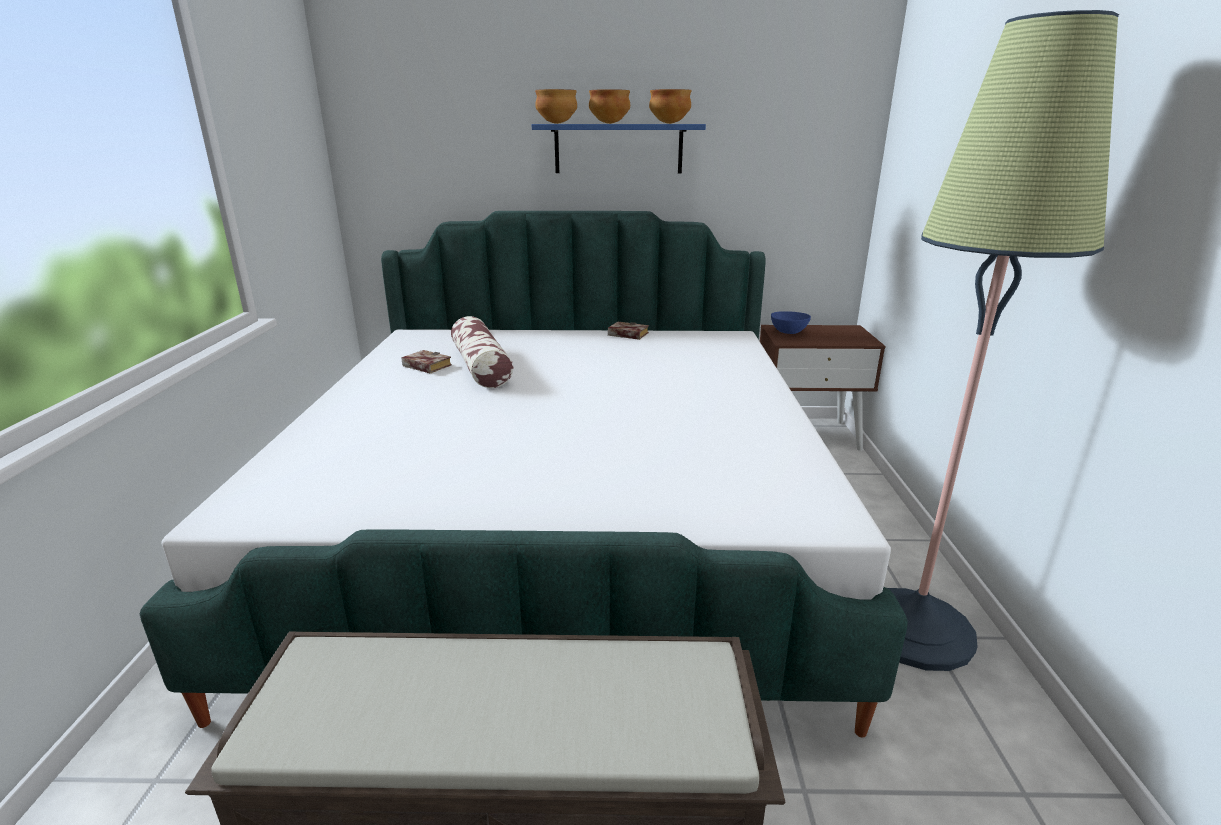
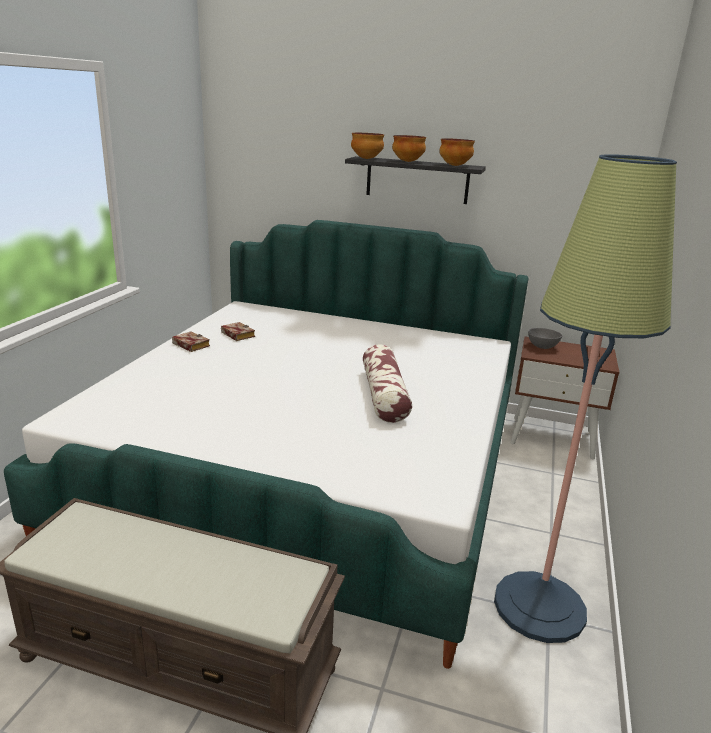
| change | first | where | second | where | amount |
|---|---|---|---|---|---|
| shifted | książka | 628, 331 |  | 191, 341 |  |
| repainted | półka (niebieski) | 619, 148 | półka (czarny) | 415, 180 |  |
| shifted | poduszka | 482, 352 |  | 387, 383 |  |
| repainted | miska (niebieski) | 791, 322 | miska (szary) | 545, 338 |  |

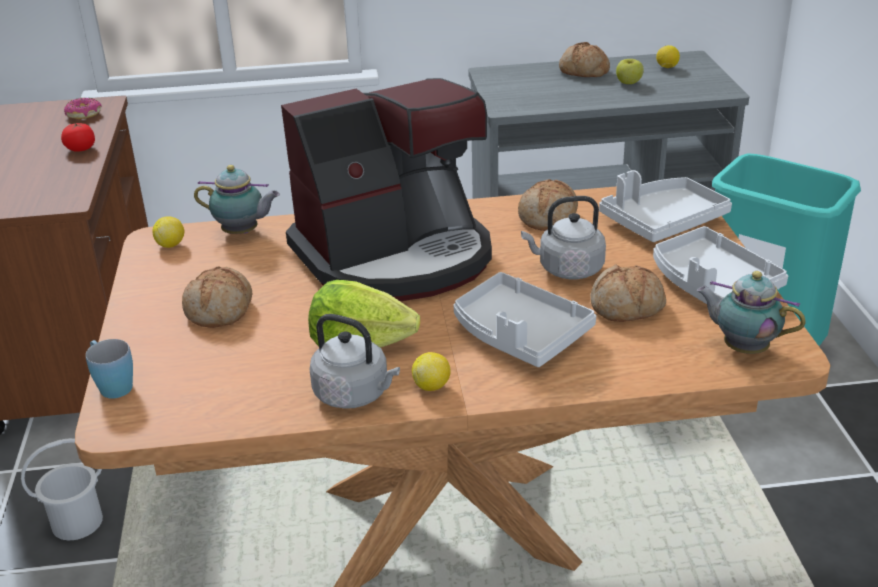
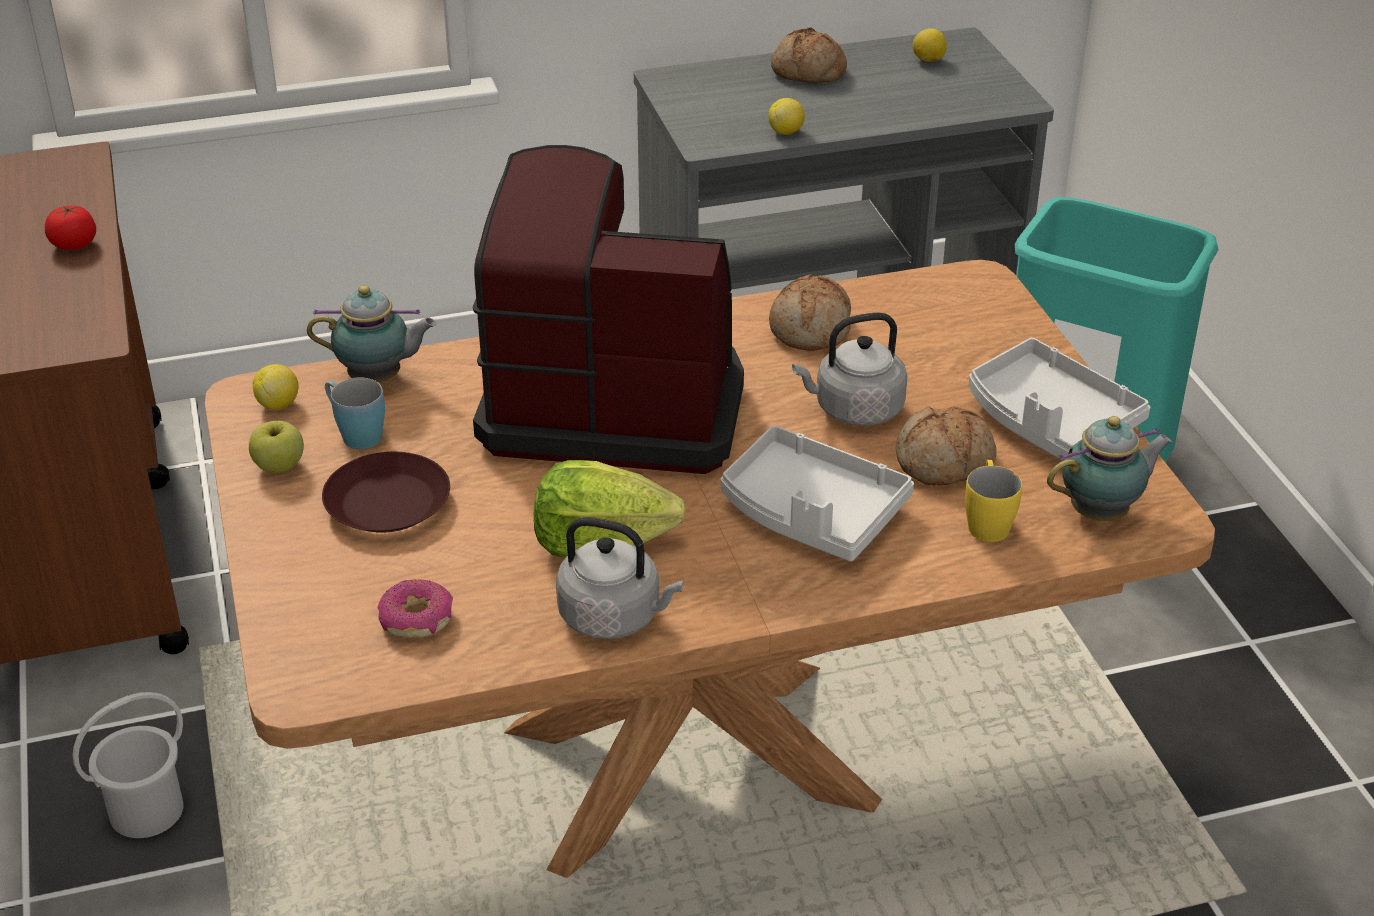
| change | first | where | second | where | amount |
|---|---|---|---|---|---|
| shifted | jabłko | 630, 71 |  | 276, 447 |  |
| swapped | chleb | 217, 297 | talerz (brązowy) | 386, 492 |  |
| shifted | kubek (niebieski) | 109, 369 |  | 355, 413 |  |
| shifted | donut | 83, 108 |  | 415, 609 |  |
| rotated | ekspres do kawy | 386, 189 |  | 608, 309 | 135 degrees counterclockwise |
| shifted | cytryna | 431, 371 |  | 786, 116 |  |
| new |  |  | kubek (żółty) | 993, 501 |  |
| rotated | imbryk | 751, 312 |  | 1109, 468 | 135 degrees clockwise |
| gone | taca (szary) | 665, 206 |  |  |  |

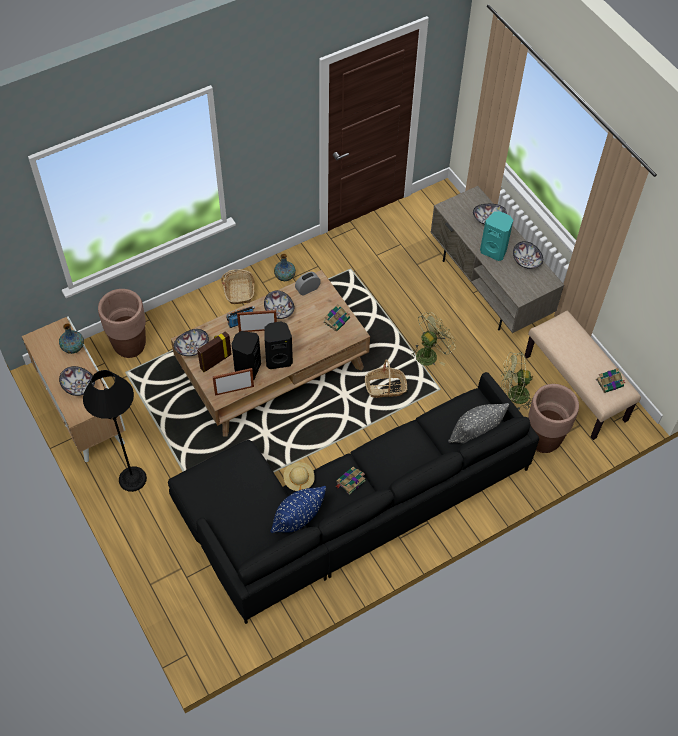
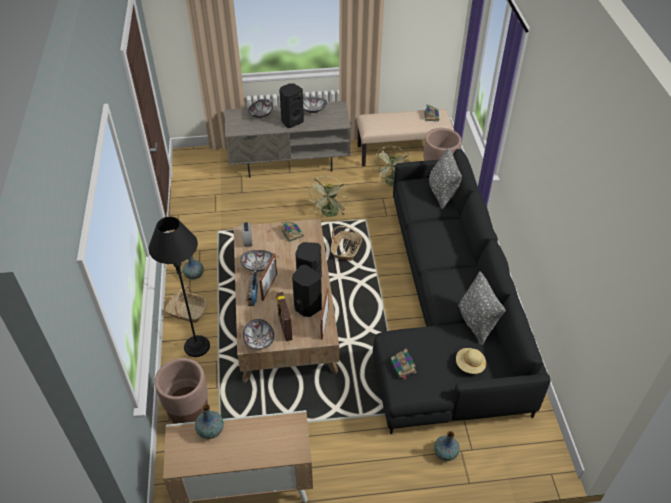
| change | first | where | second | where | amount |
|---|---|---|---|---|---|
| shifted | lampa stojąca (czarny) | 115, 431 |  | 179, 287 |  |
| repainted | głośnik (turkusowy) | 496, 236 | głośnik (czarny) | 291, 106 |  |
| rotated | wentylator (zielony) | 433, 339 |  | 328, 196 | 150 degrees counterclockwise |
| shifted | książka | 351, 481 |  | 403, 363 |  |
| new |  |  | wazon | 447, 446 |  |
| shifted | kapelusz (beżowy) | 299, 476 |  | 471, 361 |  |
| repainted | poduszka (niebieski) | 298, 509 | poduszka (szary) | 482, 308 |  |
| gone | miska | 77, 381 |  |  |  |

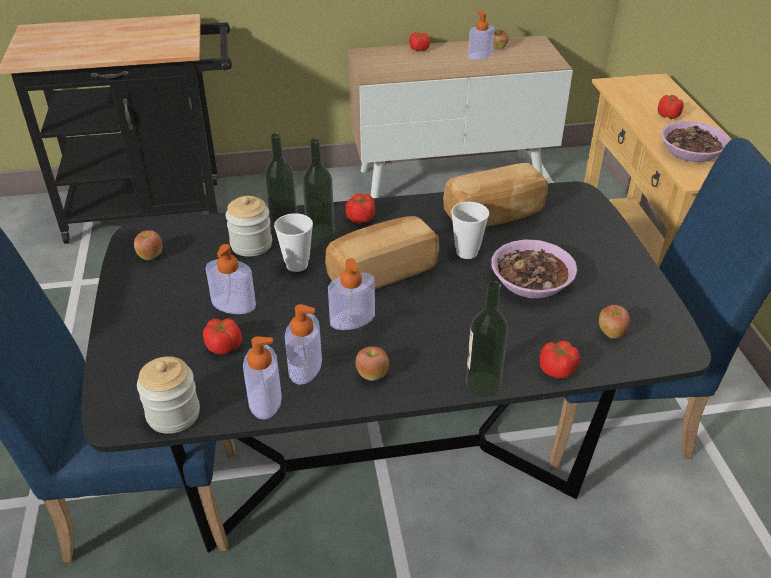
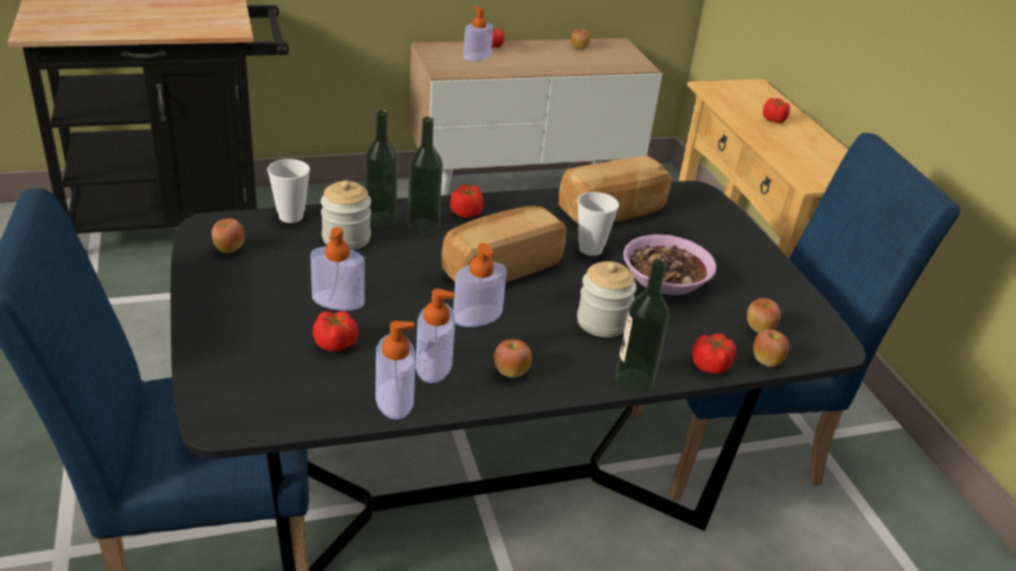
| change | first | where | second | where | amount |
|---|---|---|---|---|---|
| shifted | filiżanka | 293, 242 |  | 288, 191 |  |
| shifted | dozownik mydła | 481, 35 |  | 478, 33 |  |
| shifted | słoik | 168, 395 |  | 606, 299 |  |
| new |  |  | jabłko | 771, 348 |  |
| gone | miska | 695, 141 |  |  |  |

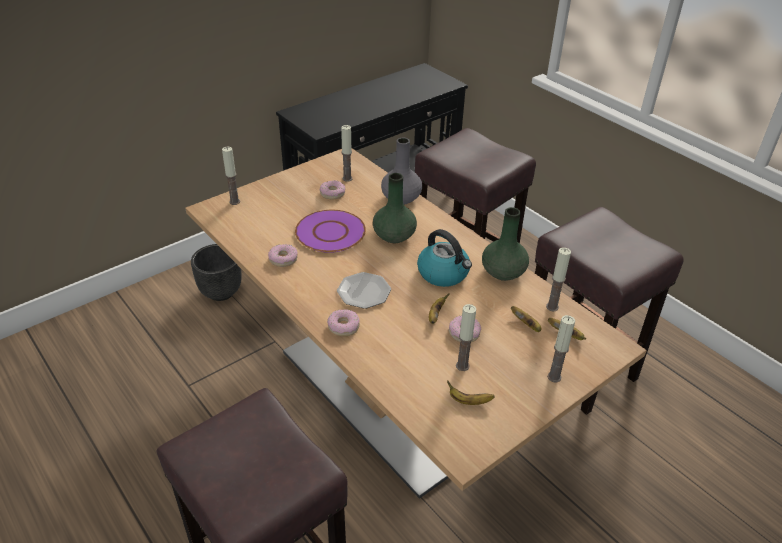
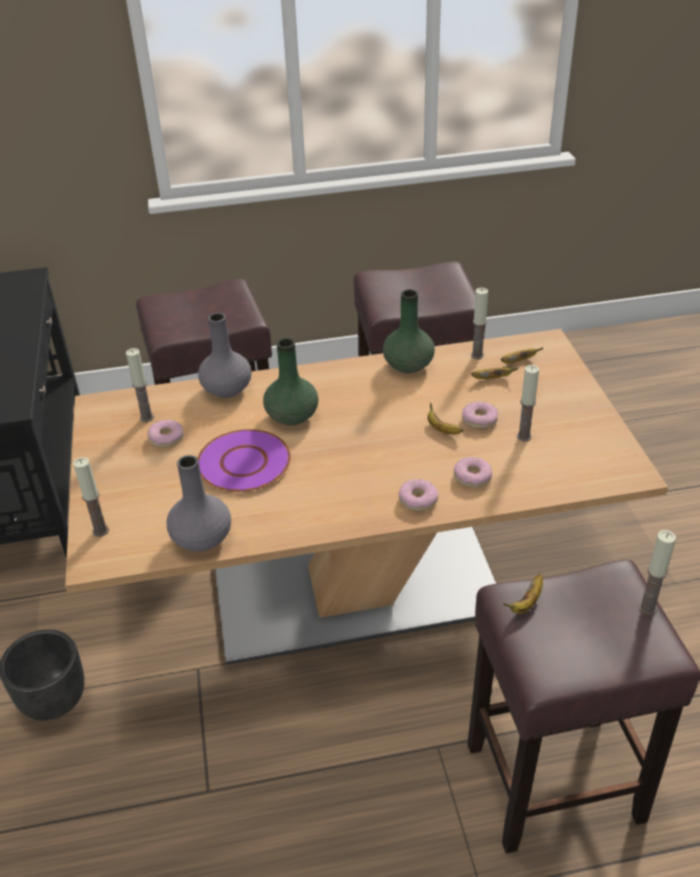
| change | first | where | second | where | amount |
|---|---|---|---|---|---|
| new |  |  | wazon (szary) | 198, 503 |  |
| shifted | donut | 283, 255 |  | 473, 472 |  |
| shifted | banan | 471, 392 |  | 523, 594 |  |
| shifted | świeca | 561, 349 |  | 657, 572 |  |
| gone | talerz | 364, 290 |  |  |  |
| gone | czajnik | 444, 258 |  |  |  |

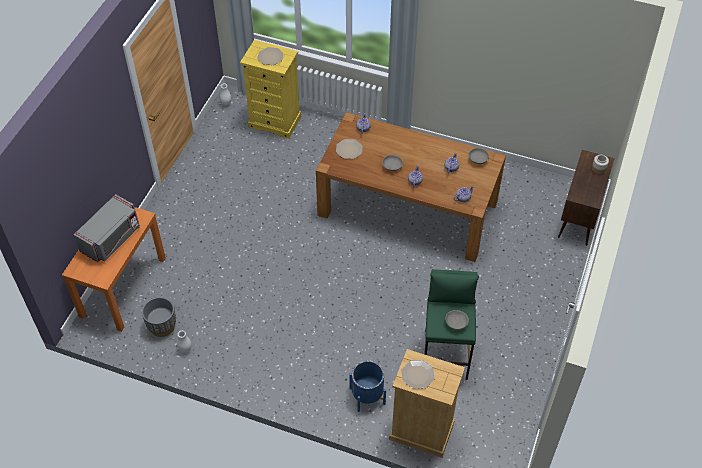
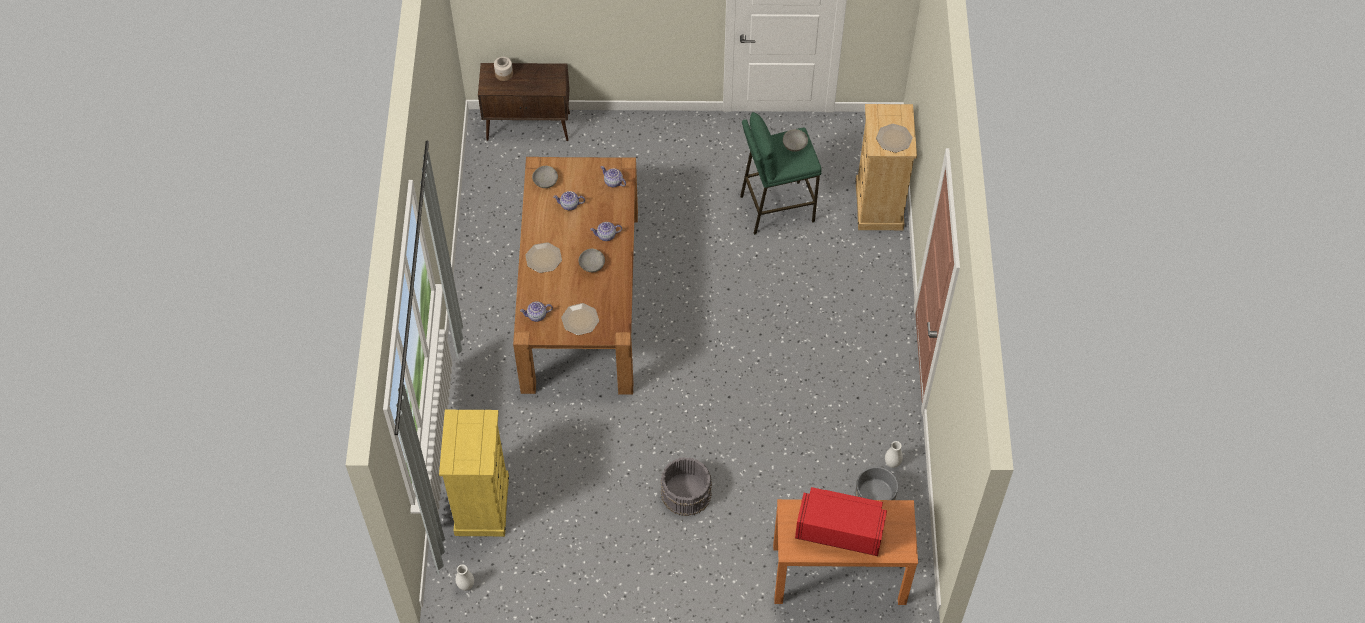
| change | first | where | second | where | amount |
|---|---|---|---|---|---|
| shifted | talerz | 270, 56 |  | 543, 257 |  |
| new |  |  | wiadro (szary) | 686, 486 |  |
| repainted | mikrofalówka (szary) | 107, 228 | mikrofalówka (czerwony) | 841, 521 |  |
| gone | donica (niebieski) | 368, 386 |  |  |  |

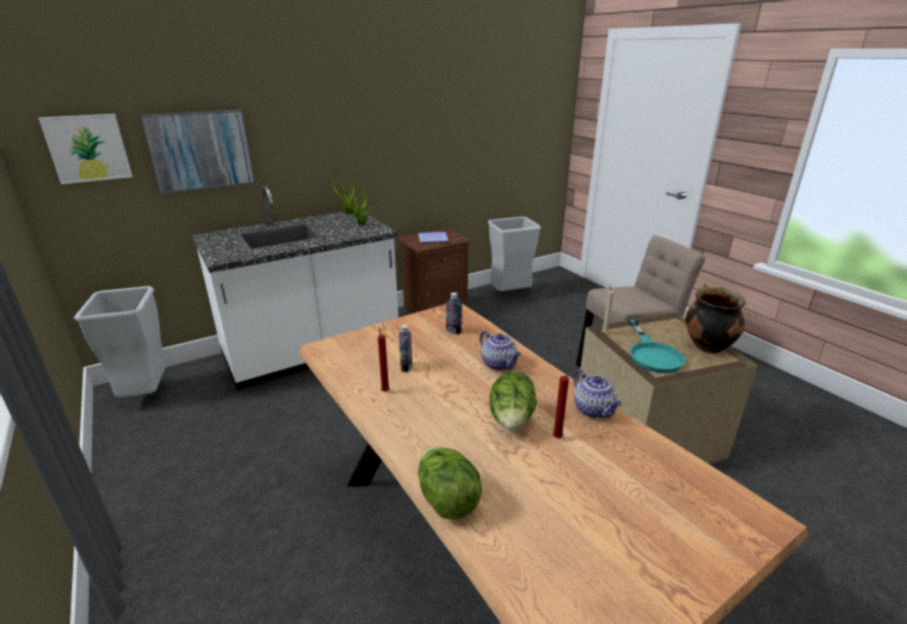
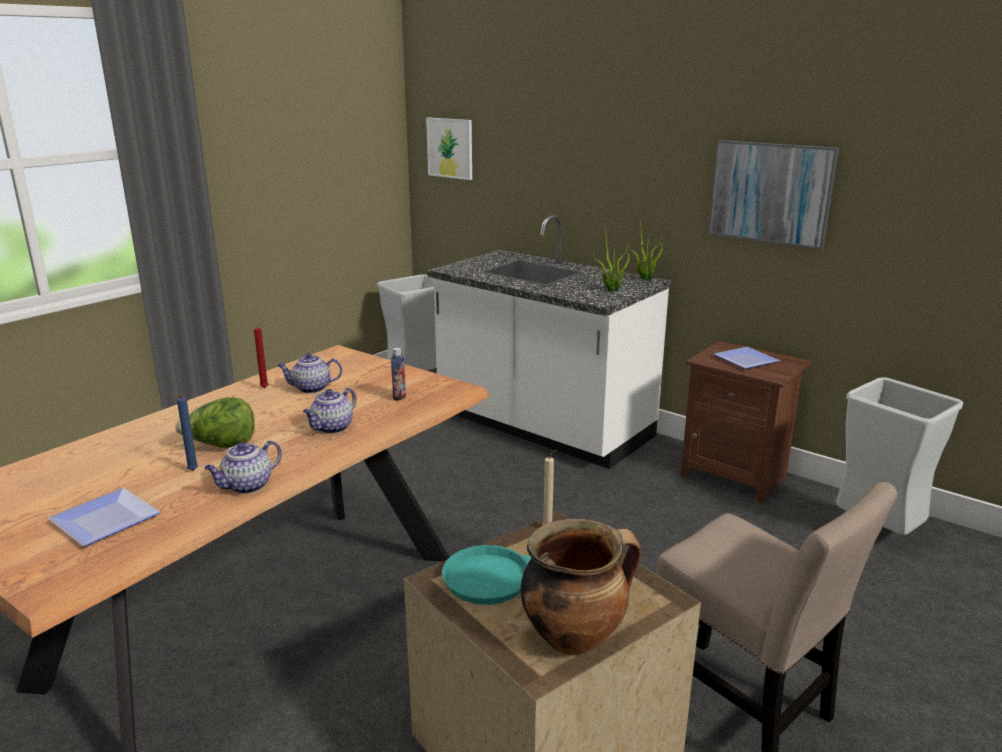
| change | first | where | second | where | amount |
|---|---|---|---|---|---|
| new |  |  | talerz | 104, 517 |  |
| repainted | świeca (czerwony) | 561, 407 | świeca (niebieski) | 184, 432 |  |
| swapped | butelka | 406, 348 | imbryk | 310, 373 |  |
| shifted | obraz | 197, 152 |  | 773, 194 |  |
| gone | sałata | 450, 483 |  |  |  |

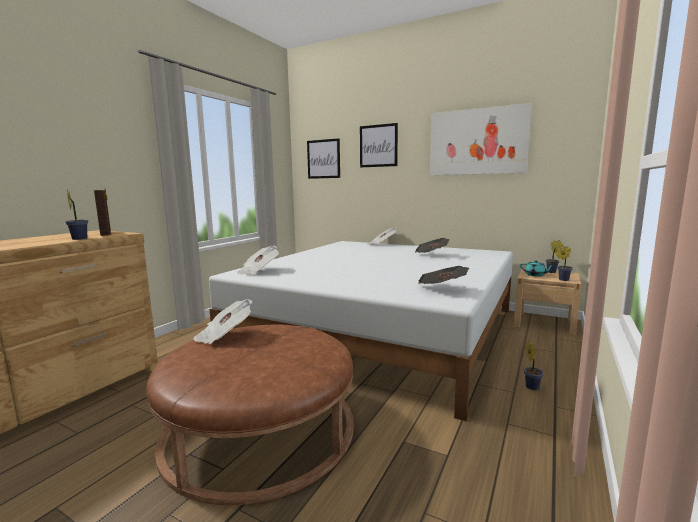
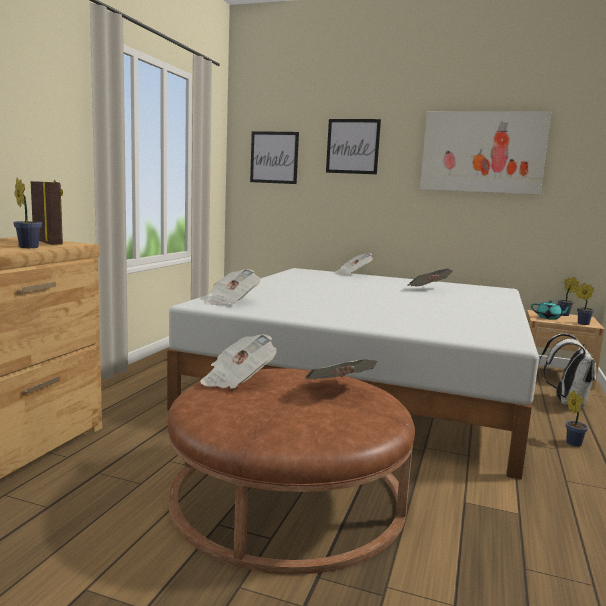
| change | first | where | second | where | amount |
|---|---|---|---|---|---|
| shifted | gazeta | 443, 275 |  | 341, 369 |  |
| new |  |  | plecak (biały) | 567, 371 |  |

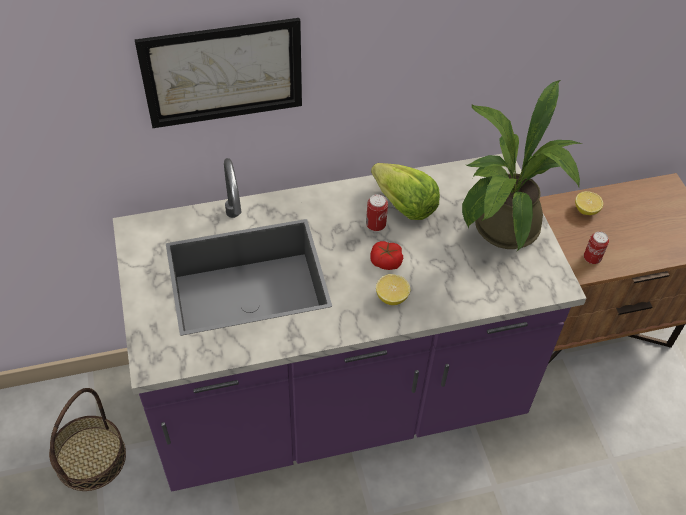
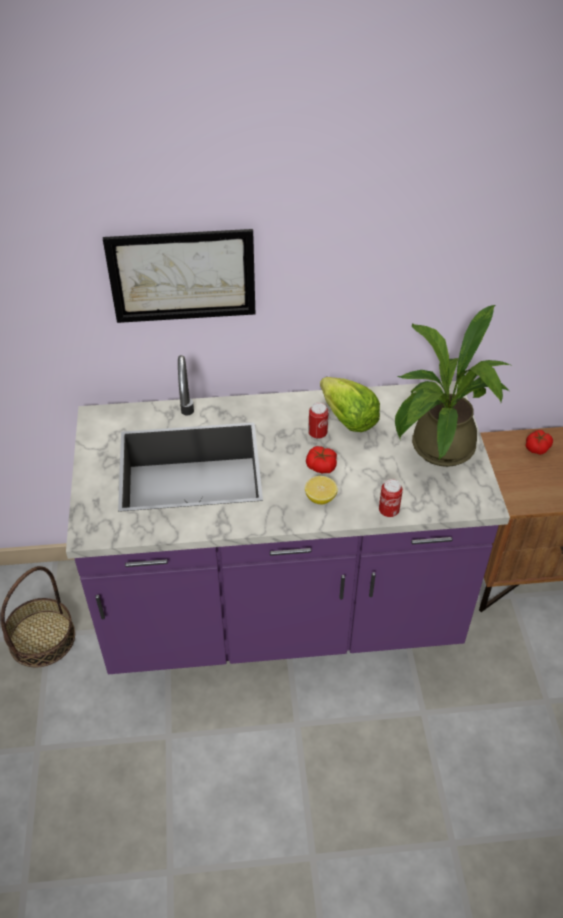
| change | first | where | second | where | amount |
|---|---|---|---|---|---|
| shifted | puszka | 596, 247 |  | 391, 498 |  |
| swapped | cytryna | 589, 203 | pomidor | 539, 442 |  |

